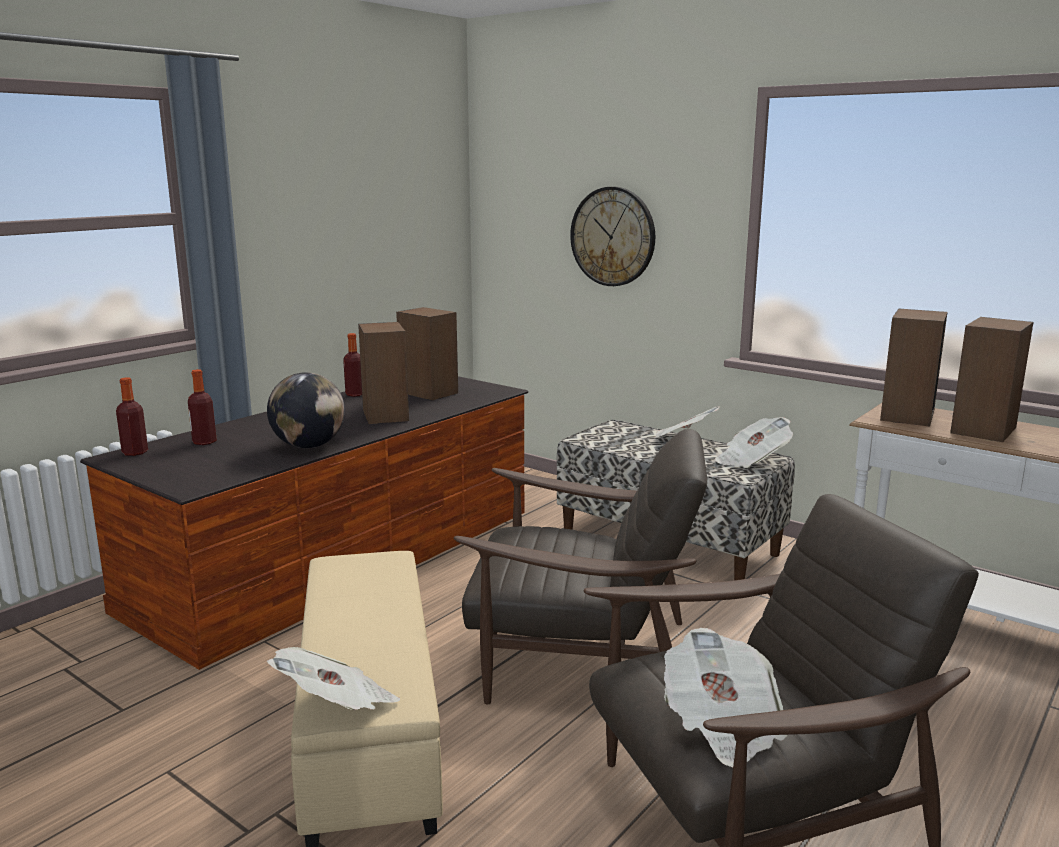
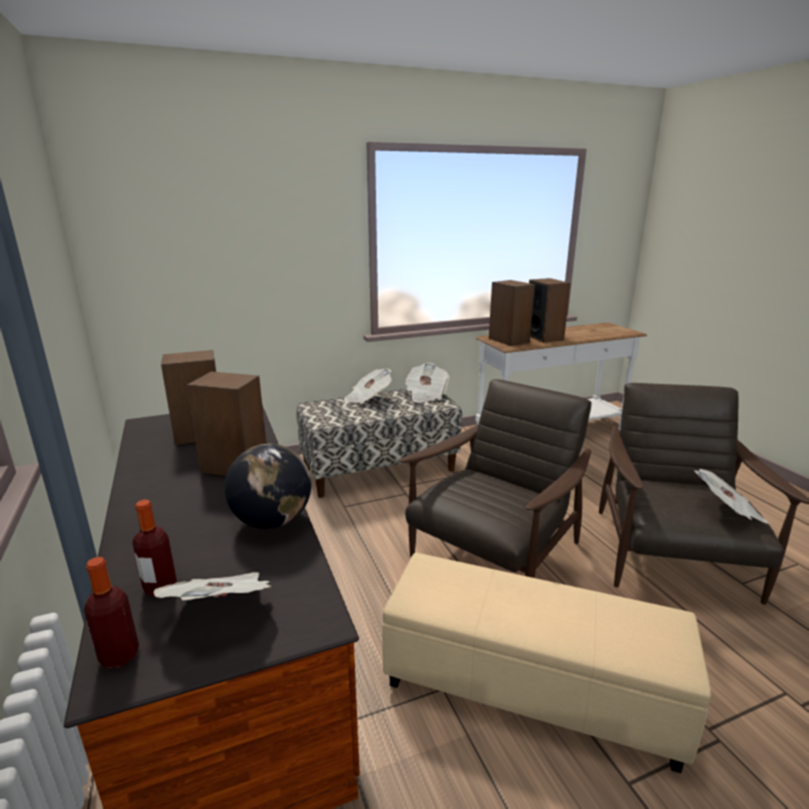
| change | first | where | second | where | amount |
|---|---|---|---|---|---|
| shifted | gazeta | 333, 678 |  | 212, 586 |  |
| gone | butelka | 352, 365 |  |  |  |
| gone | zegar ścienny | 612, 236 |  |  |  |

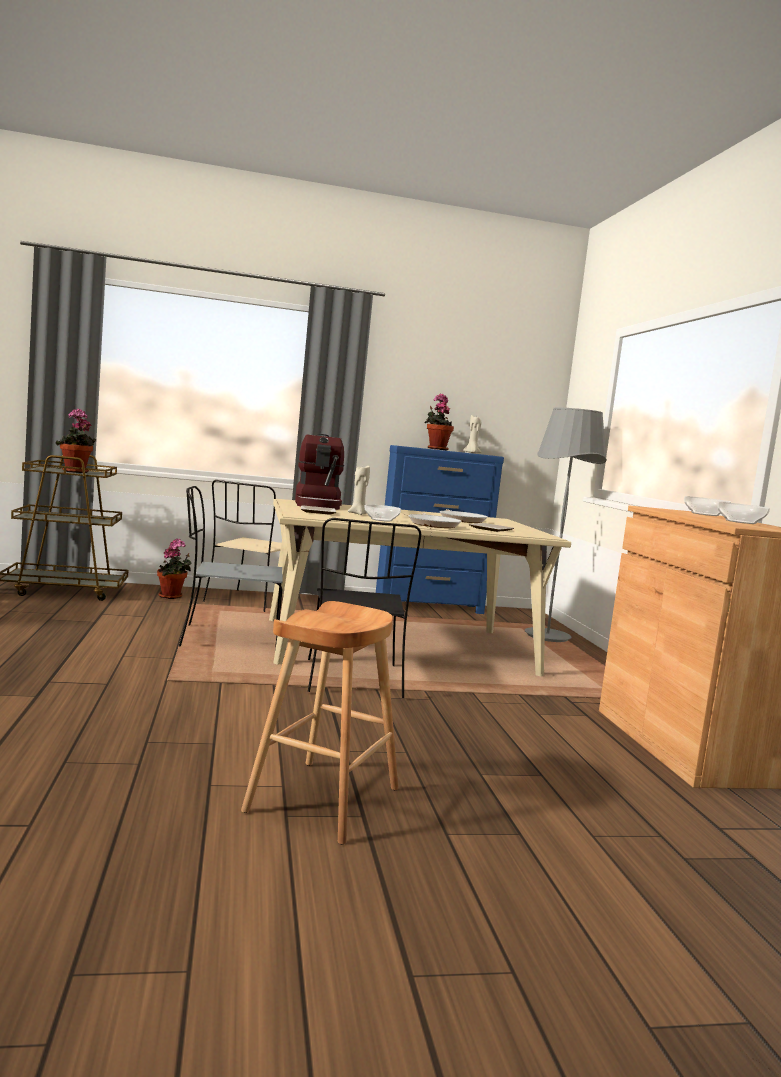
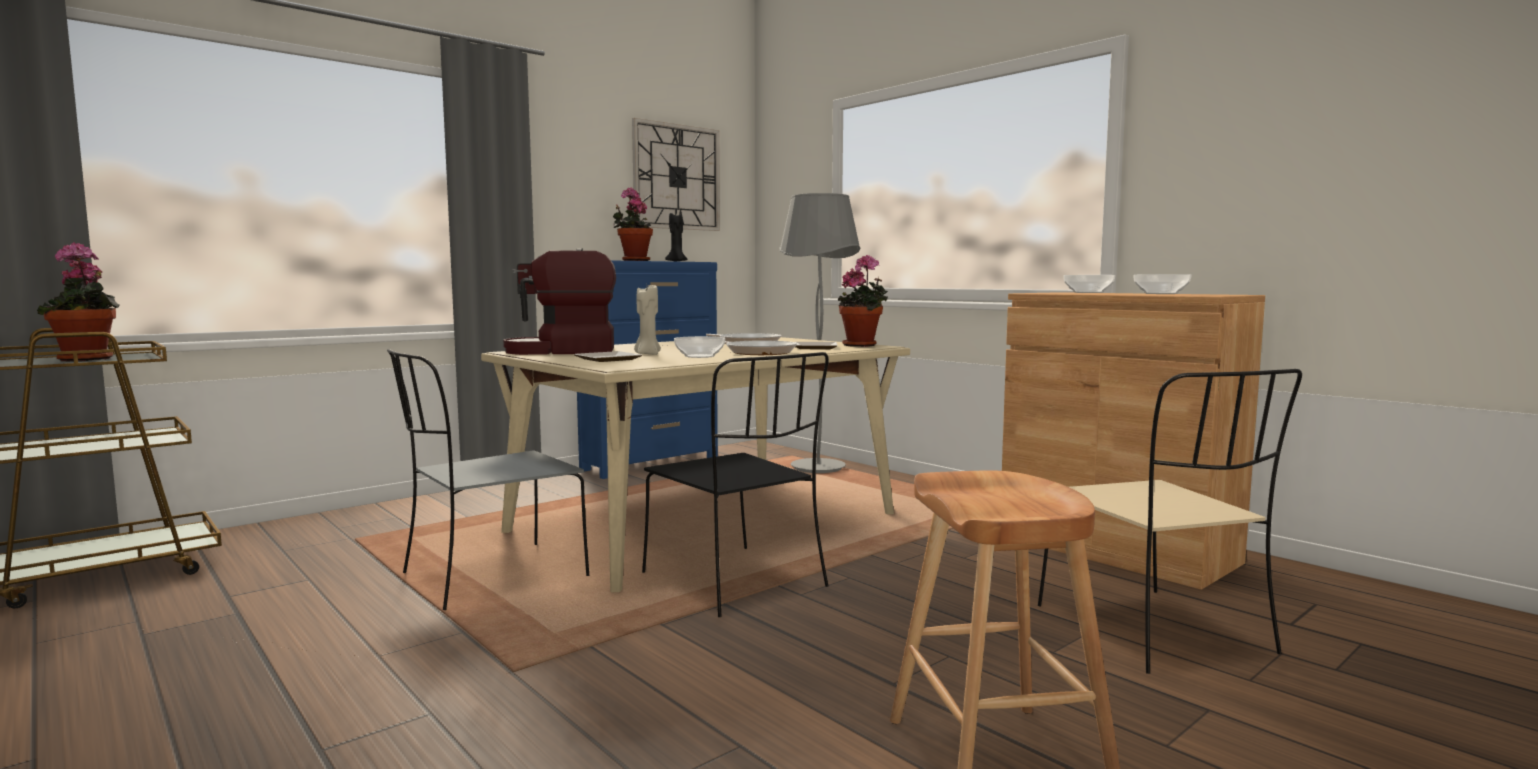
| change | first | where | second | where | amount |
|---|---|---|---|---|---|
| rotated | ekspres do kawy | 319, 472 |  | 559, 301 | 120 degrees clockwise |
| new |  |  | zegar ścienny | 676, 174 |  |
| repainted | świeca (beżowy) | 472, 434 | świeca (czarny) | 676, 237 |  |
| shifted | roślina doniczkowa | 174, 568 |  | 863, 301 |  |
| shifted | krzesło (beżowy) | 242, 546 |  | 1170, 521 |  |

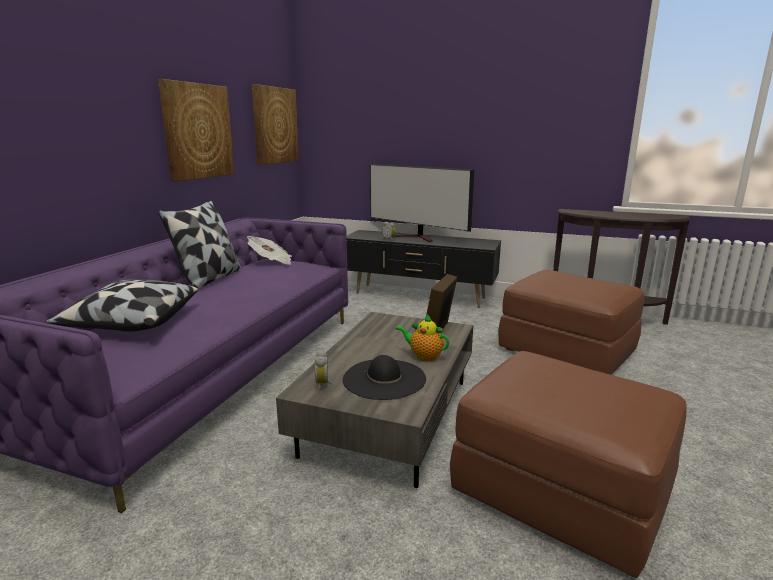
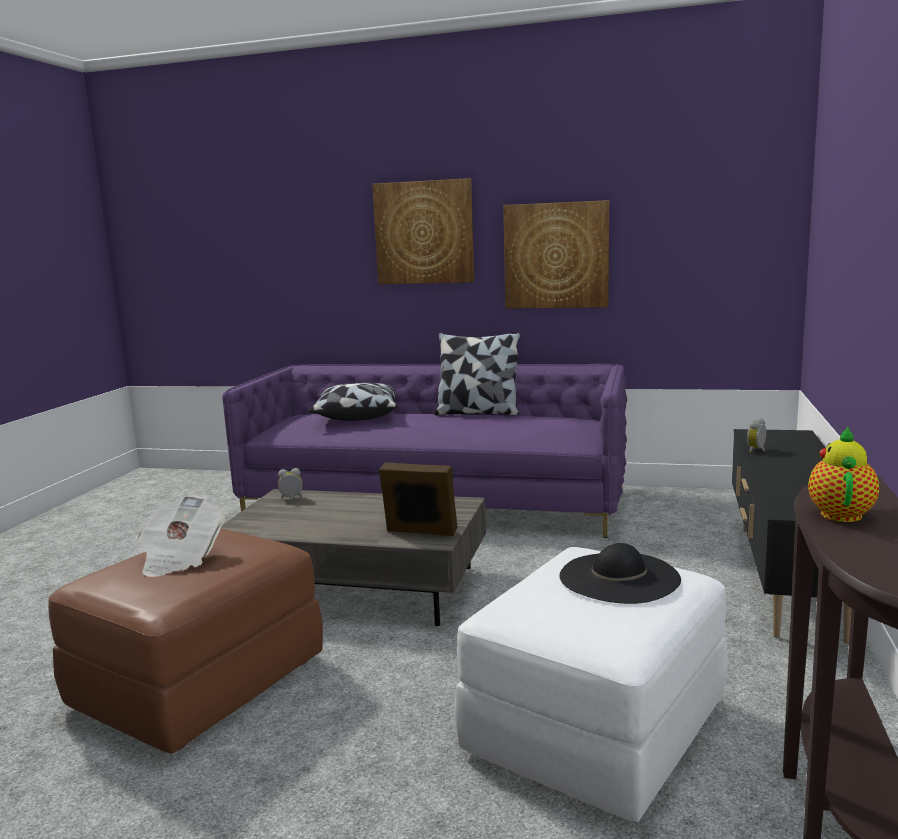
| change | first | where | second | where | amount |
|---|---|---|---|---|---|
| shifted | gazeta | 269, 250 |  | 181, 536 |  |
| shifted | obraz | 275, 124 |  | 423, 231 |  |
| repainted | pufa (brązowy) | 571, 322 | pufa (biały) | 591, 684 |  |
| shifted | kapelusz (czarny) | 384, 377 |  | 620, 573 |  |
| shifted | imbryk | 422, 337 |  | 843, 474 |  |
| gone | telewizor | 422, 203 |  |  |  |

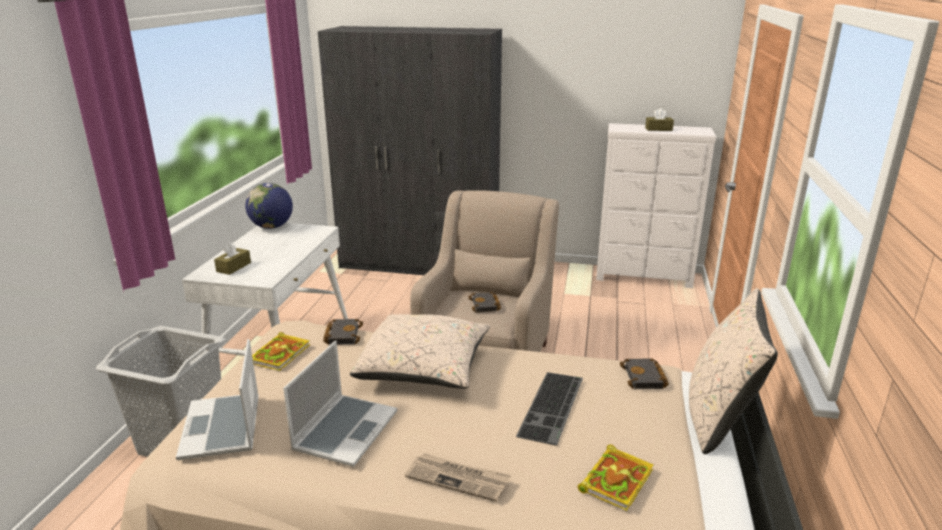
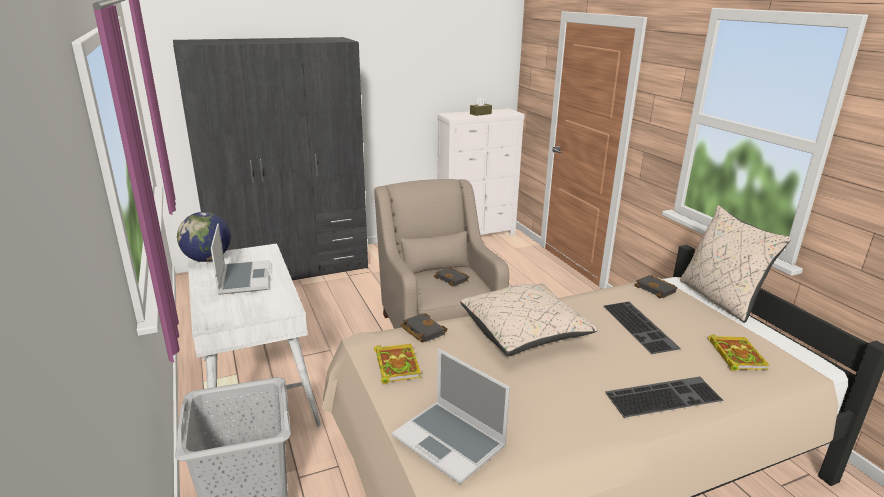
| change | first | where | second | where | amount |
|---|---|---|---|---|---|
| shifted | laptop | 340, 404 |  | 240, 259 |  |
| swapped | gazeta | 458, 477 | klawiatura | 664, 397 |  |
| gone | pudełko chusteczek (brązowy) | 232, 258 |  |  |  |

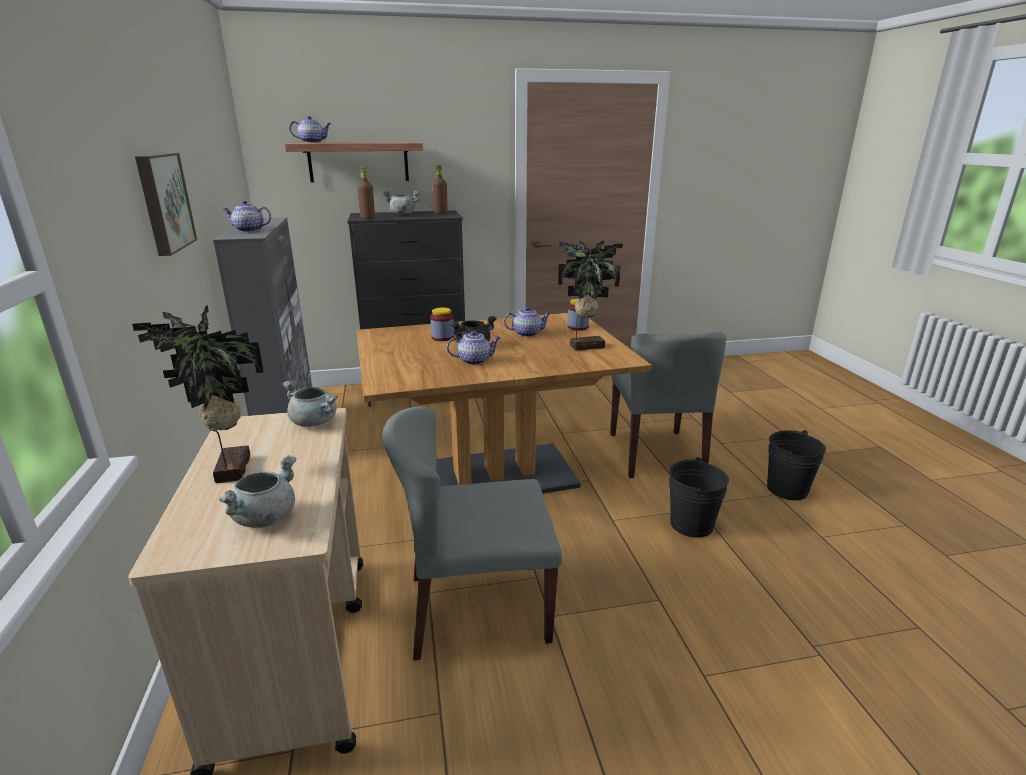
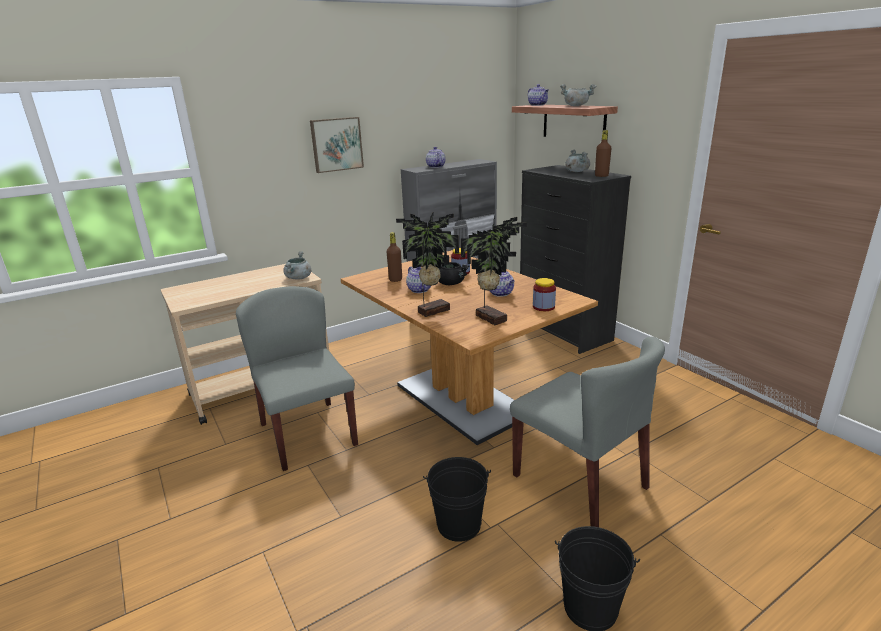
| change | first | where | second | where | amount |
|---|---|---|---|---|---|
| shifted | butelka (brązowy) | 366, 193 |  | 394, 257 |  |
| shifted | roślina doniczkowa | 198, 394 |  | 427, 265 |  |
| rotated | krzesło (szary) | 668, 405 |  | 587, 432 | 105 degrees counterclockwise |
| shifted | garnek (szary) | 257, 491 |  | 578, 95 |  |

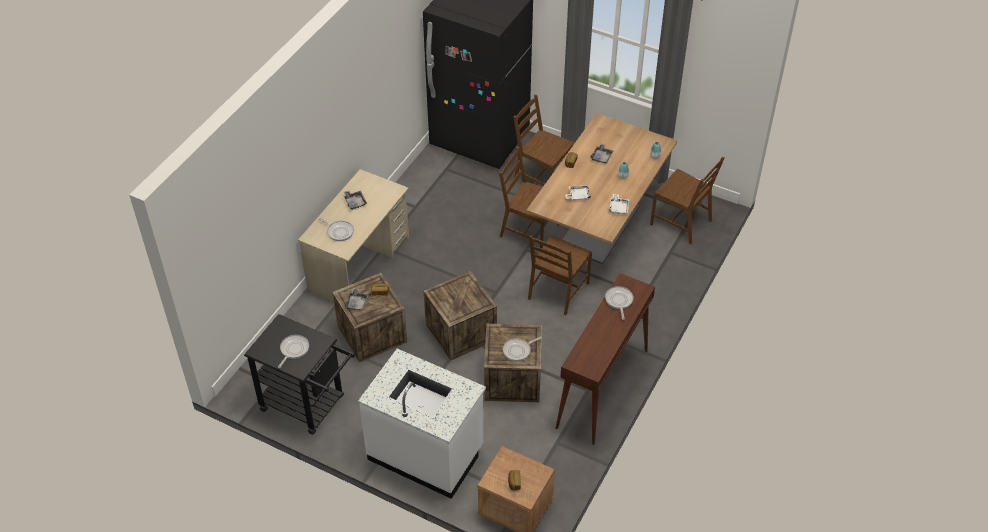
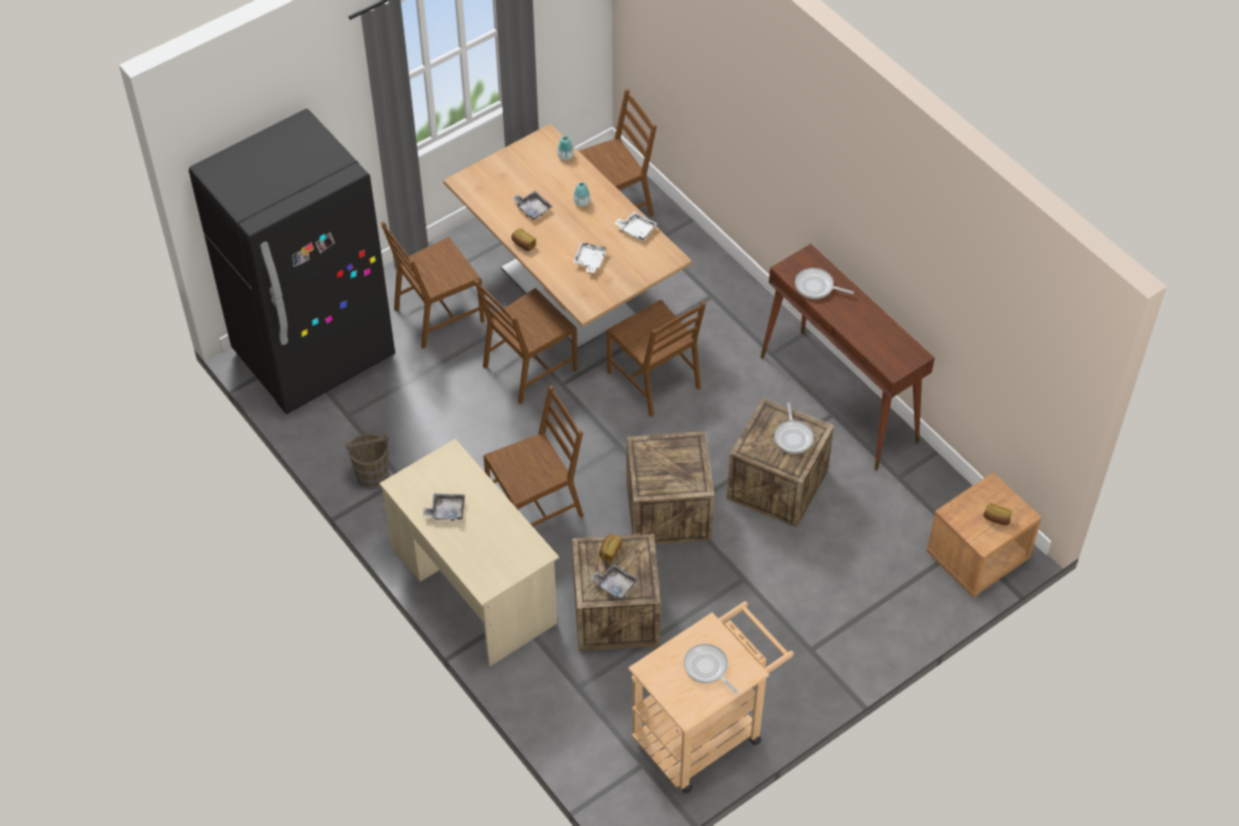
| change | first | where | second | where | amount |
|---|---|---|---|---|---|
| new |  |  | wiadro (brązowy) | 367, 461 |  |
| new |  |  | krzesło (brązowy) | 533, 455 |  |
| repainted | wózek (czarny) | 299, 374 | wózek (beżowy) | 711, 697 |  |
| gone | patelnia | 336, 229 |  |  |  |
| gone | zabudowa kuchenna (biały) | 422, 424 |  |  |  |

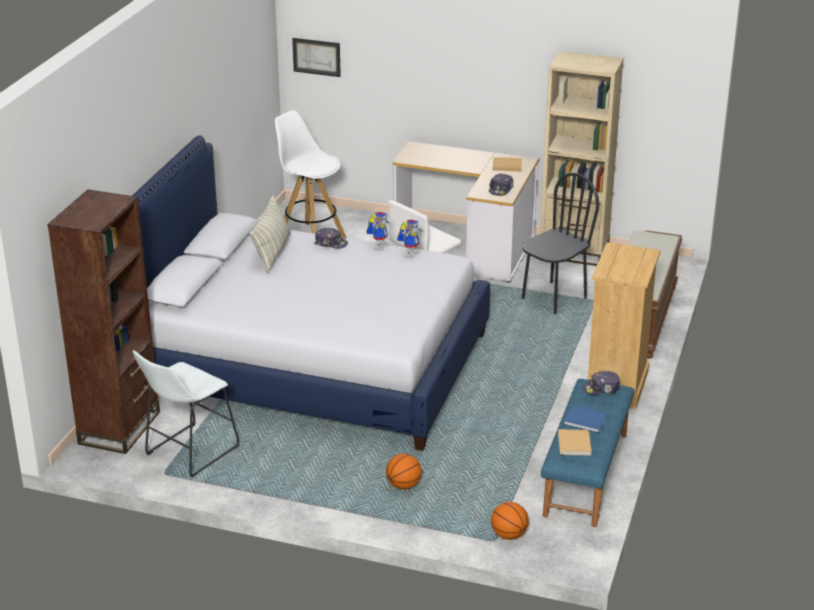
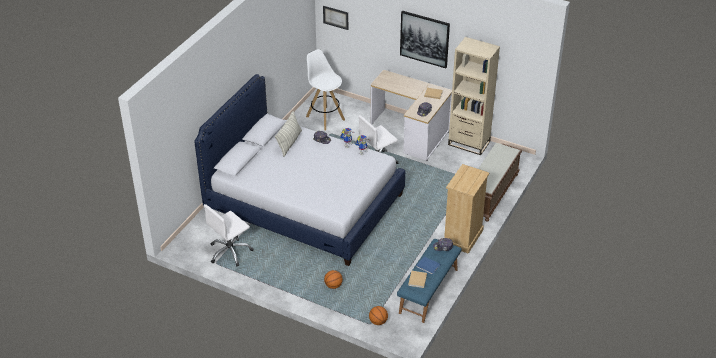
| change | first | where | second | where | amount |
|---|---|---|---|---|---|
| swapped | stołek (biały) | 186, 414 | krzesło biurowe (biały) | 229, 235 |  |
| new |  |  | obraz | 425, 39 |  |
| gone | regał (brązowy) | 103, 321 |  |  |  |
| gone | krzesło (czarny) | 560, 243 |  |  |  |

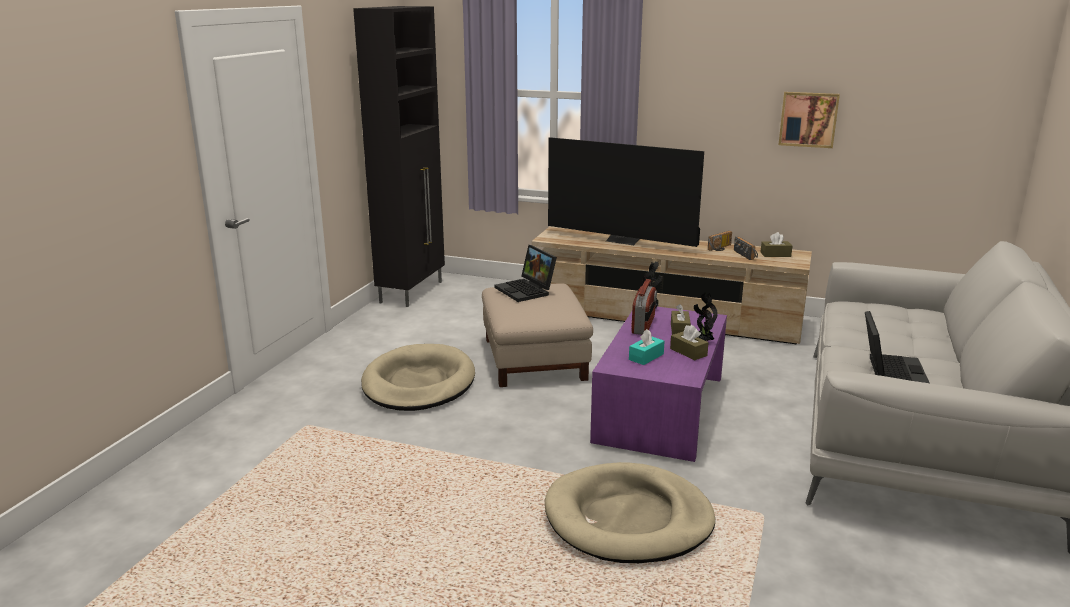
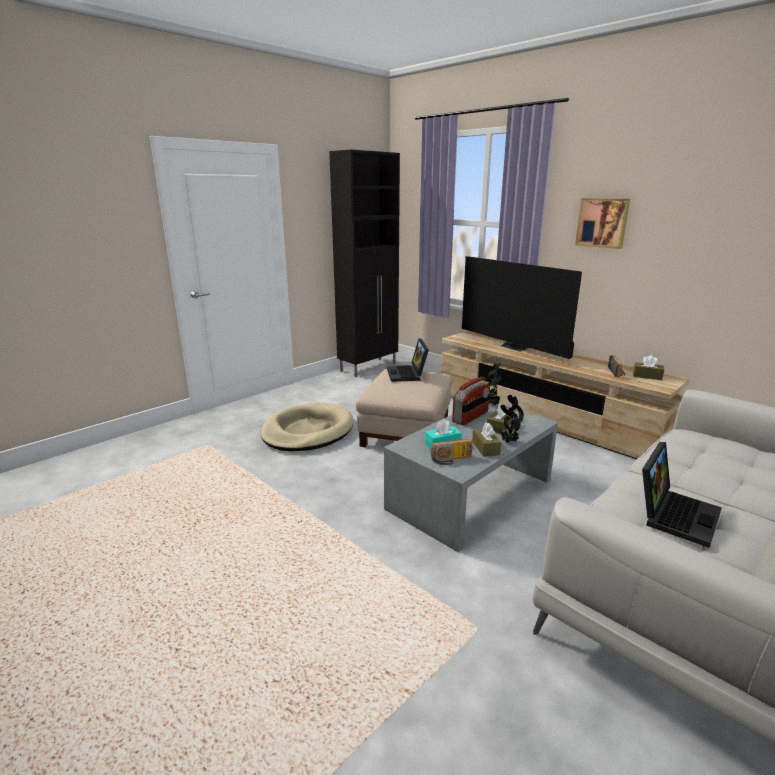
| change | first | where | second | where | amount |
|---|---|---|---|---|---|
| repainted | ława (fioletowy) | 658, 384 | ława (szary) | 471, 477 |  |
| shifted | radio | 720, 241 |  | 451, 452 |  |
| shifted | obraz | 809, 120 |  | 602, 223 |  |
| gone | legowisko (beżowy) | 630, 512 |  |  |  |

